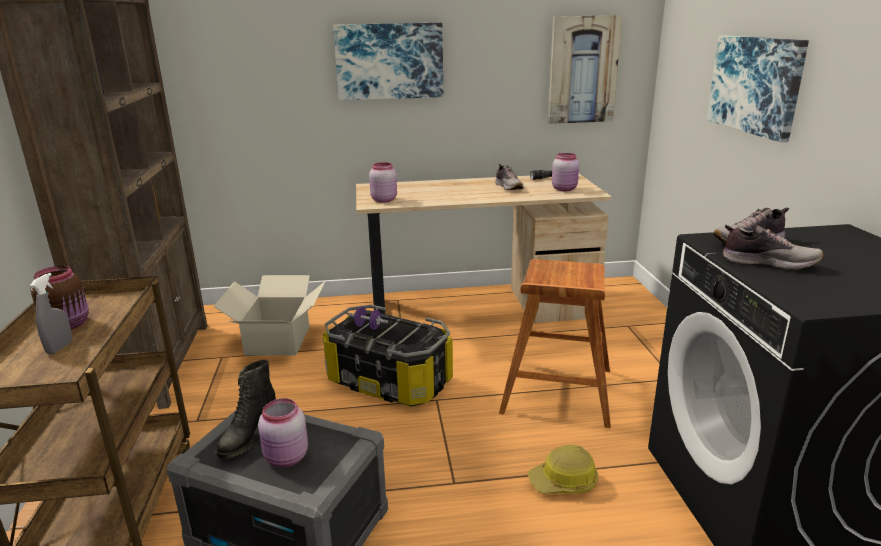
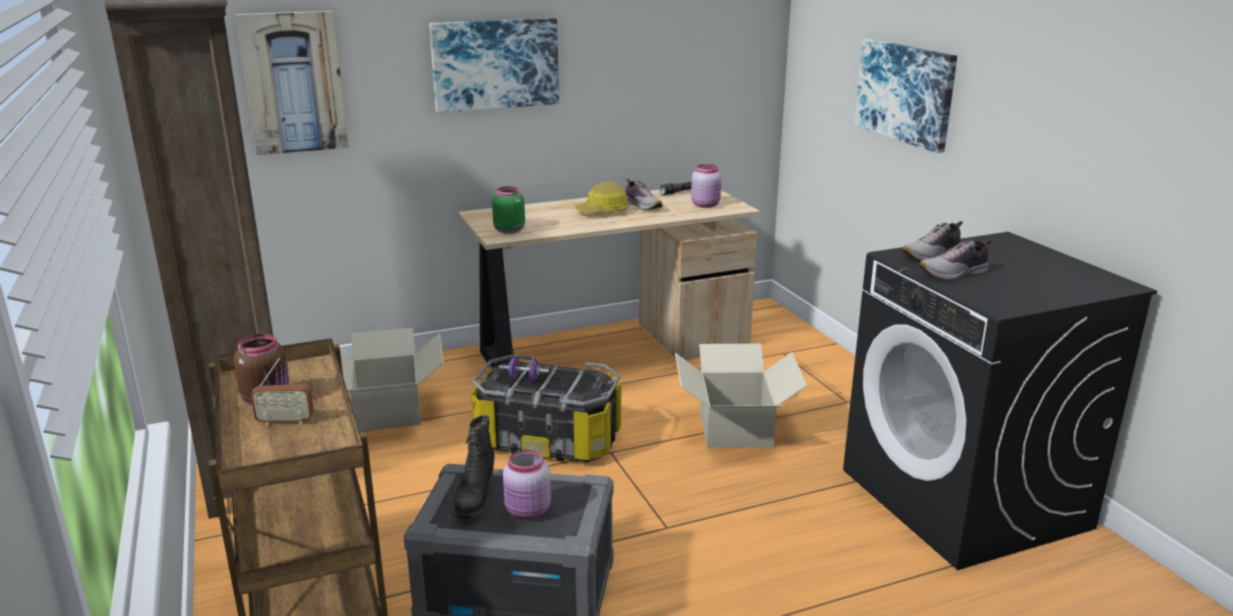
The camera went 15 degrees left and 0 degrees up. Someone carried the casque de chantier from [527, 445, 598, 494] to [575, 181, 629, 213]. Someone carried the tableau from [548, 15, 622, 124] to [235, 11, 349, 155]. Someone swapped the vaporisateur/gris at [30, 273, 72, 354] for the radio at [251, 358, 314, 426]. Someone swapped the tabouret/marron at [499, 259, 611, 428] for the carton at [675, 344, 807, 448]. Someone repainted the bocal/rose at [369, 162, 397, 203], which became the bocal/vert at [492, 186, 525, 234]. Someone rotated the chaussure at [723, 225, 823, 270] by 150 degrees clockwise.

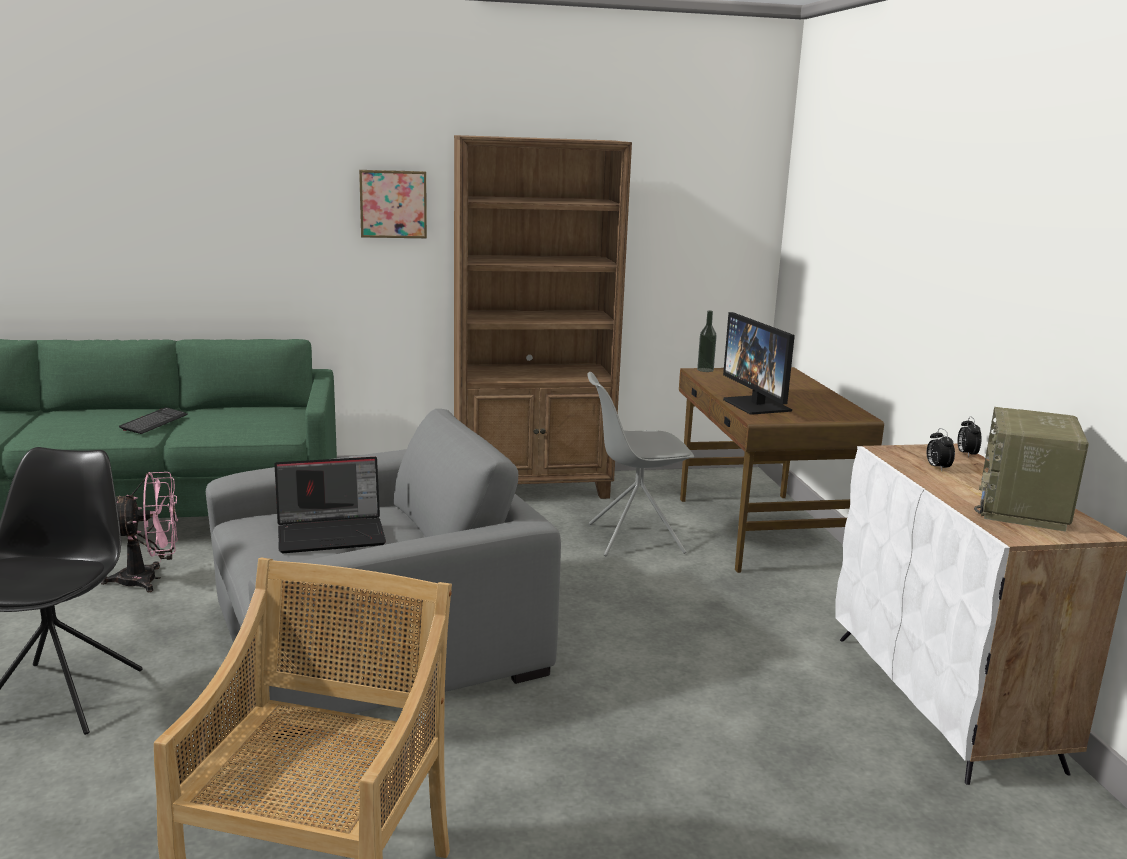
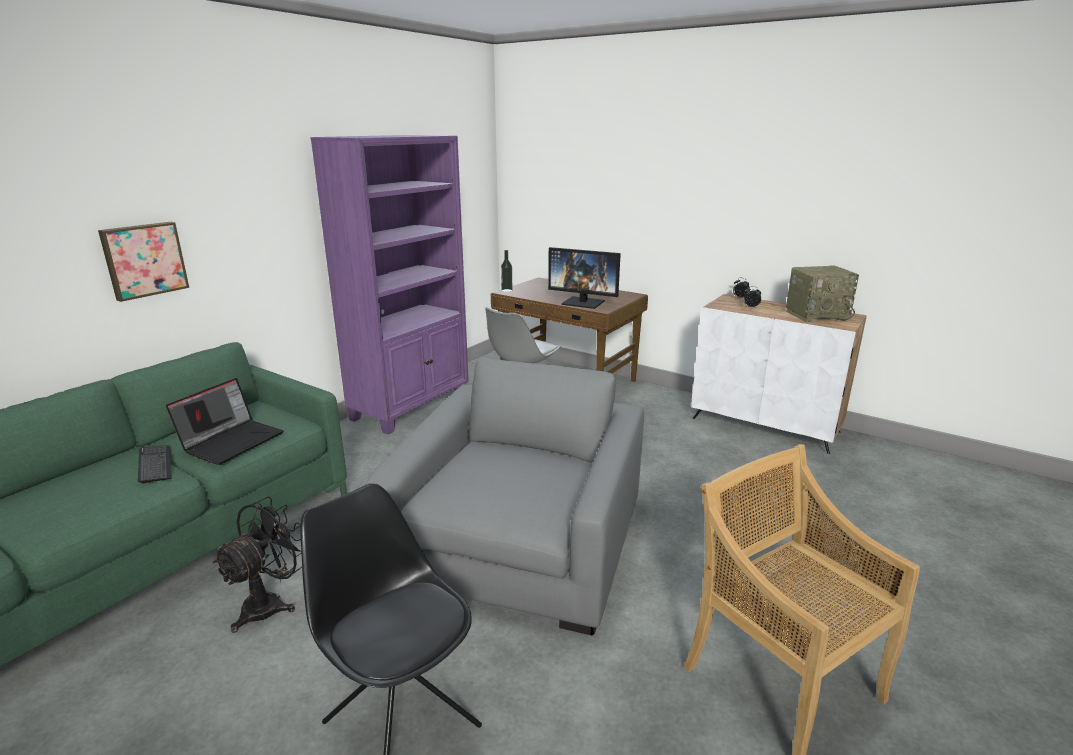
The camera went 45 degrees left and 5 degrees up. Someone carried the ordinateur portable from [274, 457, 386, 553] to [166, 378, 284, 465]. Someone carried the tableau from [359, 170, 427, 238] to [98, 222, 189, 302]. Someone repainted the ventilateur/rose at [101, 472, 178, 592], which became the ventilateur/noir at [213, 496, 302, 633]. Someone repainted the bibliothèque/marron at [454, 135, 632, 499], which became the bibliothèque/violet at [310, 135, 469, 434]. Someone rotated the radio at [974, 407, 1089, 532] by 75 degrees counterclockwise.

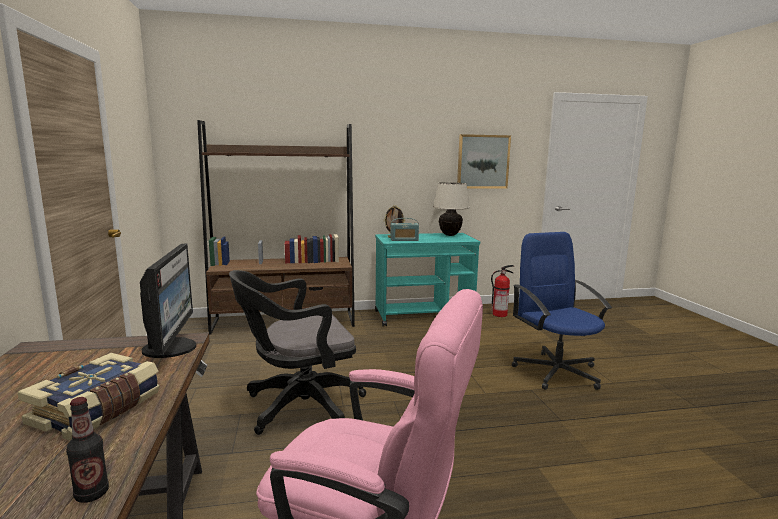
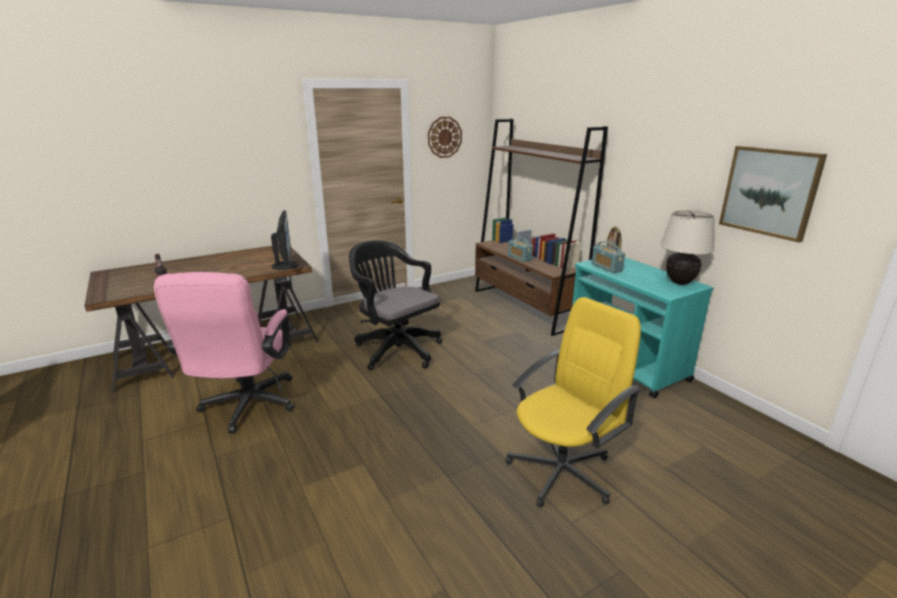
The camera went 70 degrees right and 10 degrees up. Someone took away the livre at [17, 353, 160, 441]. Someone took away the extincteur at [491, 265, 514, 317]. Someone put up the horloge murale at [428, 117, 462, 158]. Someone put down the radio at [508, 236, 533, 262]. Someone repainted the chaise de bureau/bleu at [512, 232, 612, 390], which became the chaise de bureau/jaune at [505, 297, 641, 508]. Someone rotated the écran d'ordinateur at [140, 244, 196, 358] by 75 degrees counterclockwise.

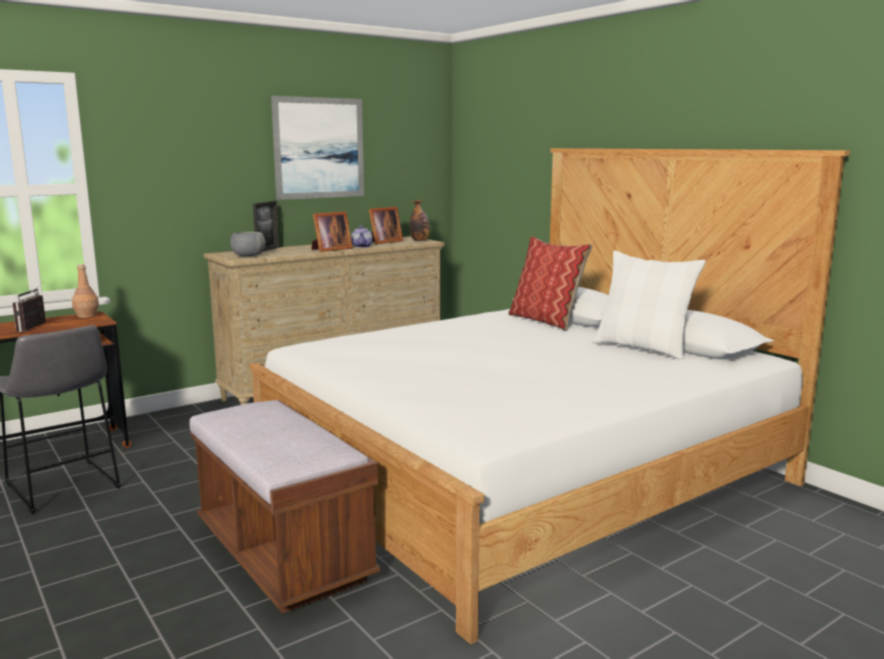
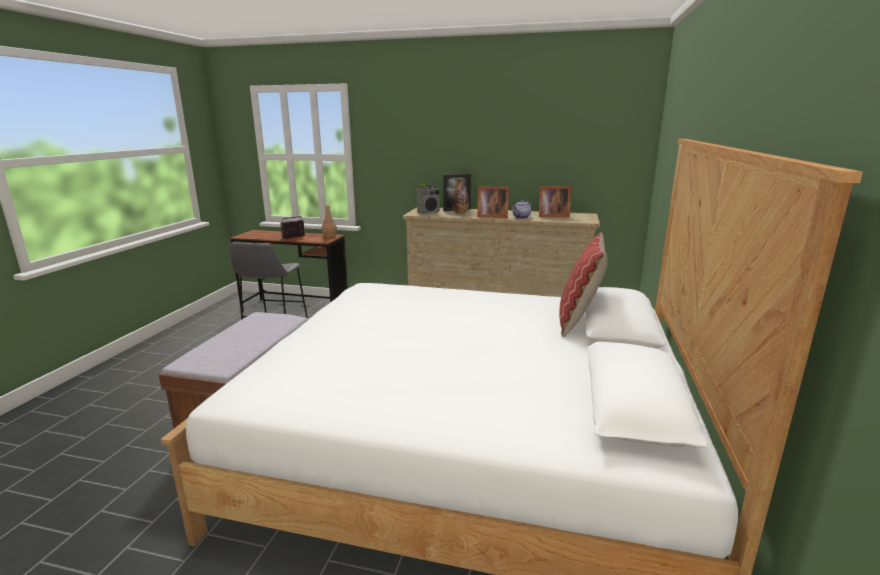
The camera went 50 degrees right and 5 degrees up. Someone took away the tableau at [271, 96, 364, 200]. Someone took away the coussin/blanc at [593, 251, 706, 360]. Someone carried the bouteille from [410, 200, 430, 241] to [452, 179, 469, 214]. Someone swapped the bol/gris at [230, 232, 266, 257] for the radio at [417, 184, 440, 214].

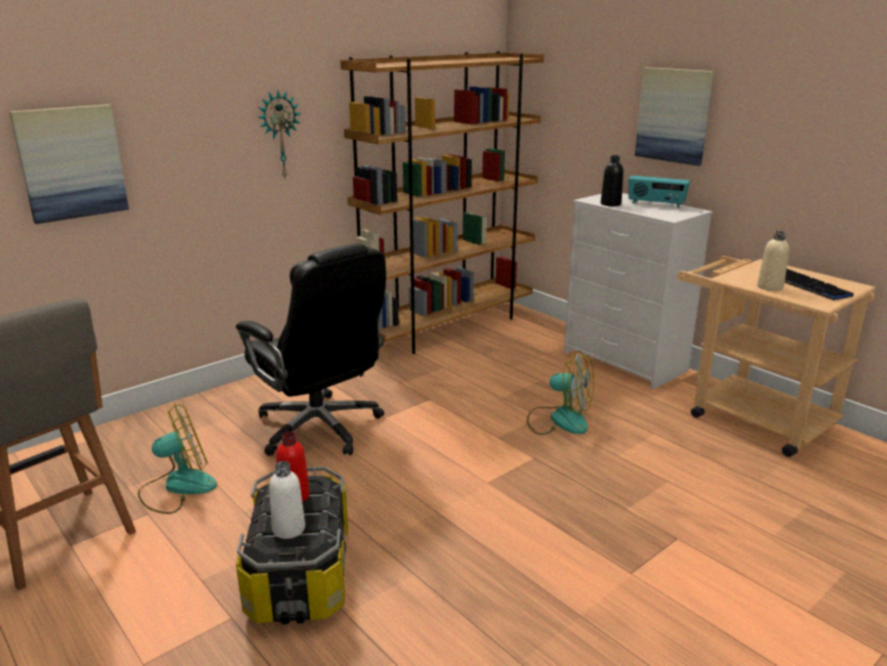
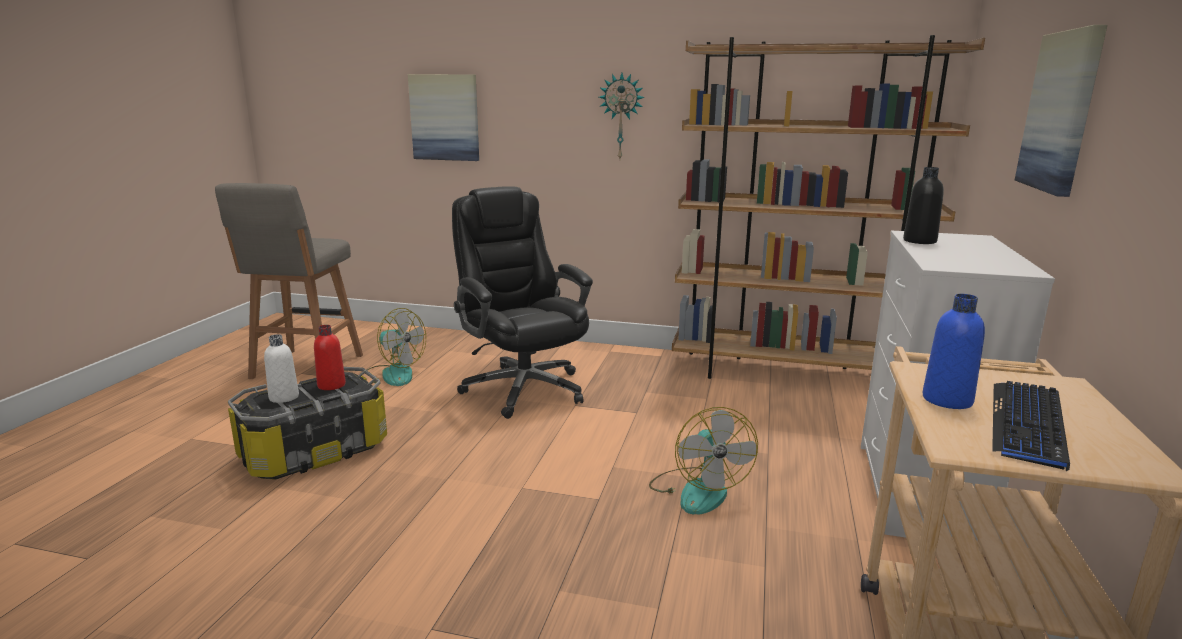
The camera went 55 degrees right and 5 degrees down. Someone took away the radio at [628, 175, 690, 208]. Someone repainted the bouteille/beige at [757, 231, 789, 291], which became the bouteille/bleu at [922, 294, 985, 409]. Someone rotated the chaise de bureau/noir at [236, 243, 386, 456] by 135 degrees clockwise.

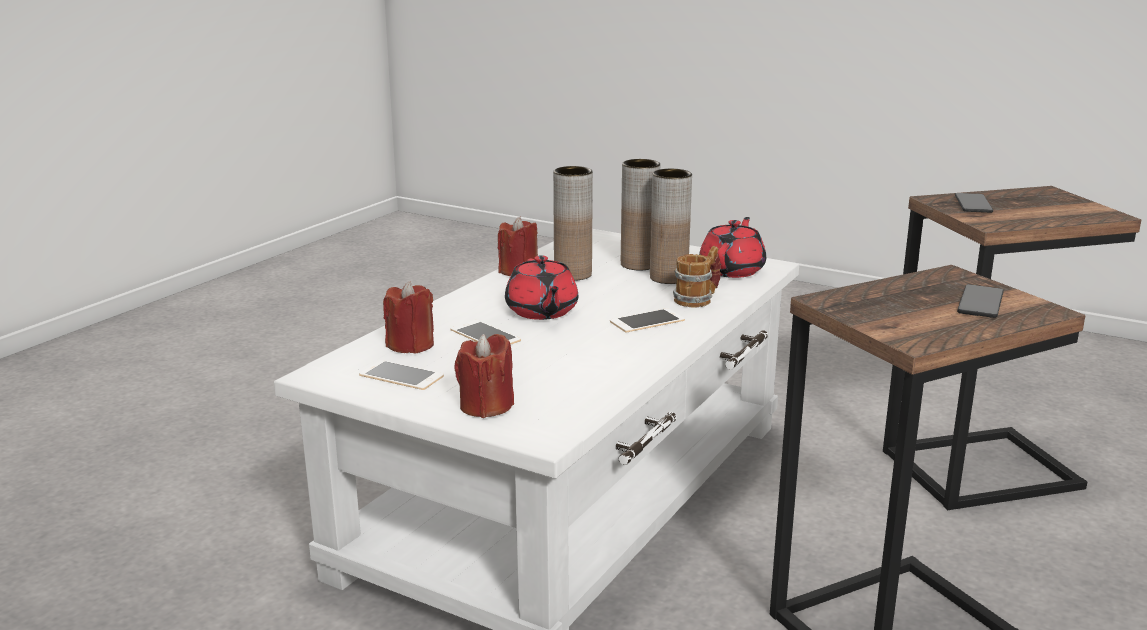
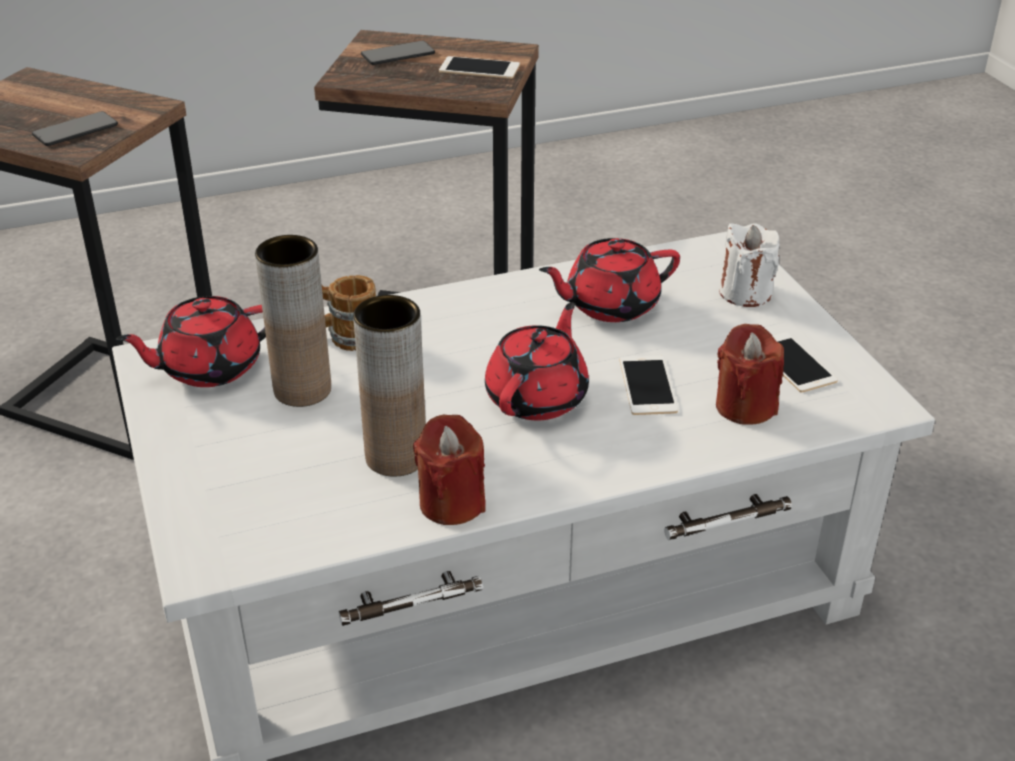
The camera went 140 degrees left and 15 degrees up. Someone took away the vase/marron at [621, 159, 660, 270]. Someone put down the théière/rouge at [539, 238, 680, 322]. Someone carried the téléphone from [610, 308, 685, 333] to [439, 56, 520, 79]. Someone repainted the bougie/rouge at [454, 334, 514, 418], which became the bougie/blanc at [719, 223, 780, 307].

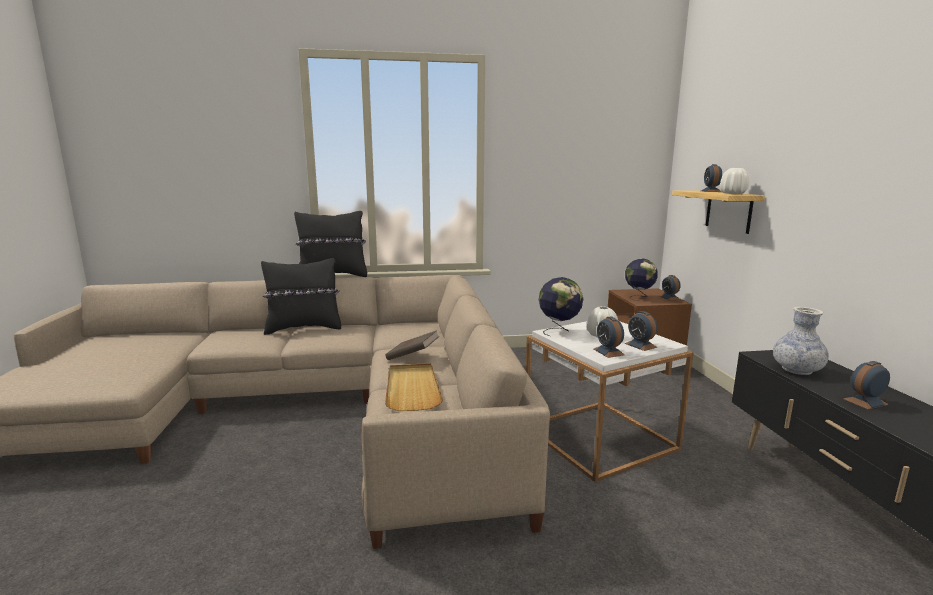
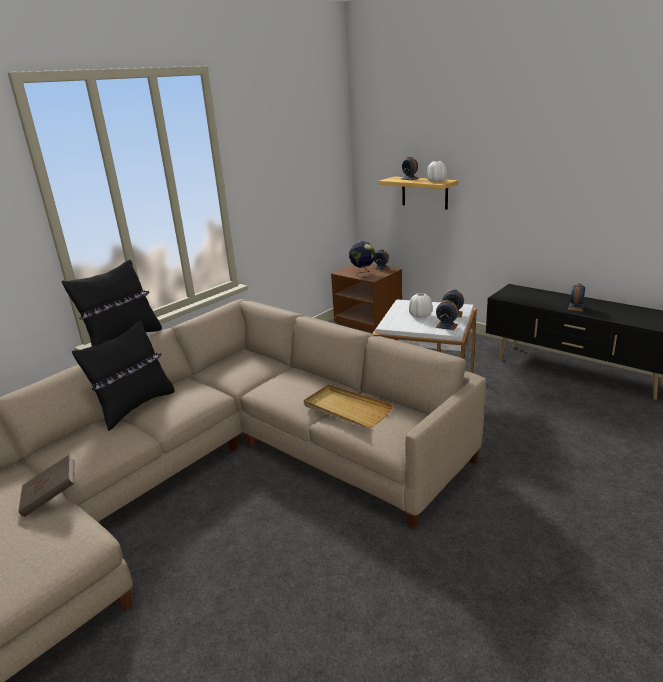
The camera went 40 degrees left and 10 degrees up. Someone took away the globe at [538, 277, 583, 336]. Someone took away the vase at [773, 306, 829, 375]. Someone carried the livre/marron from [385, 330, 439, 360] to [18, 455, 74, 517].

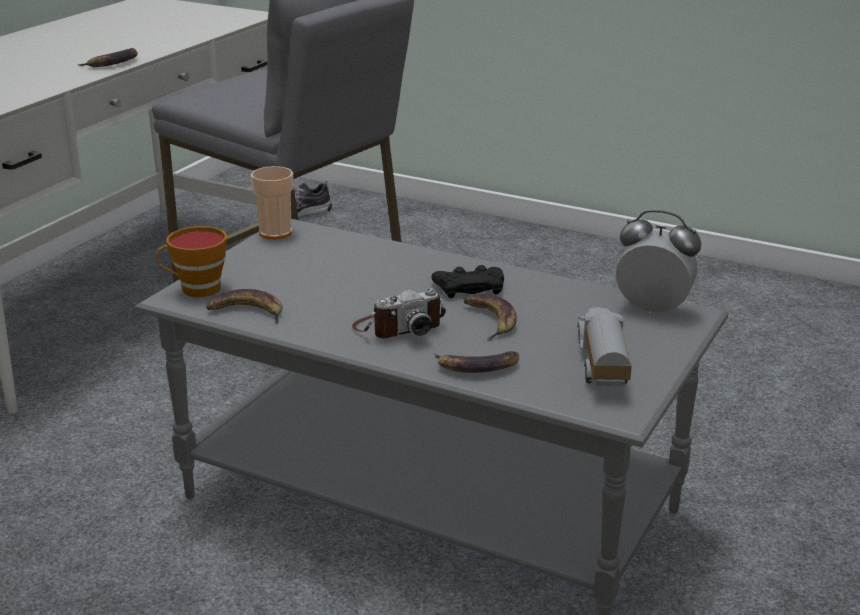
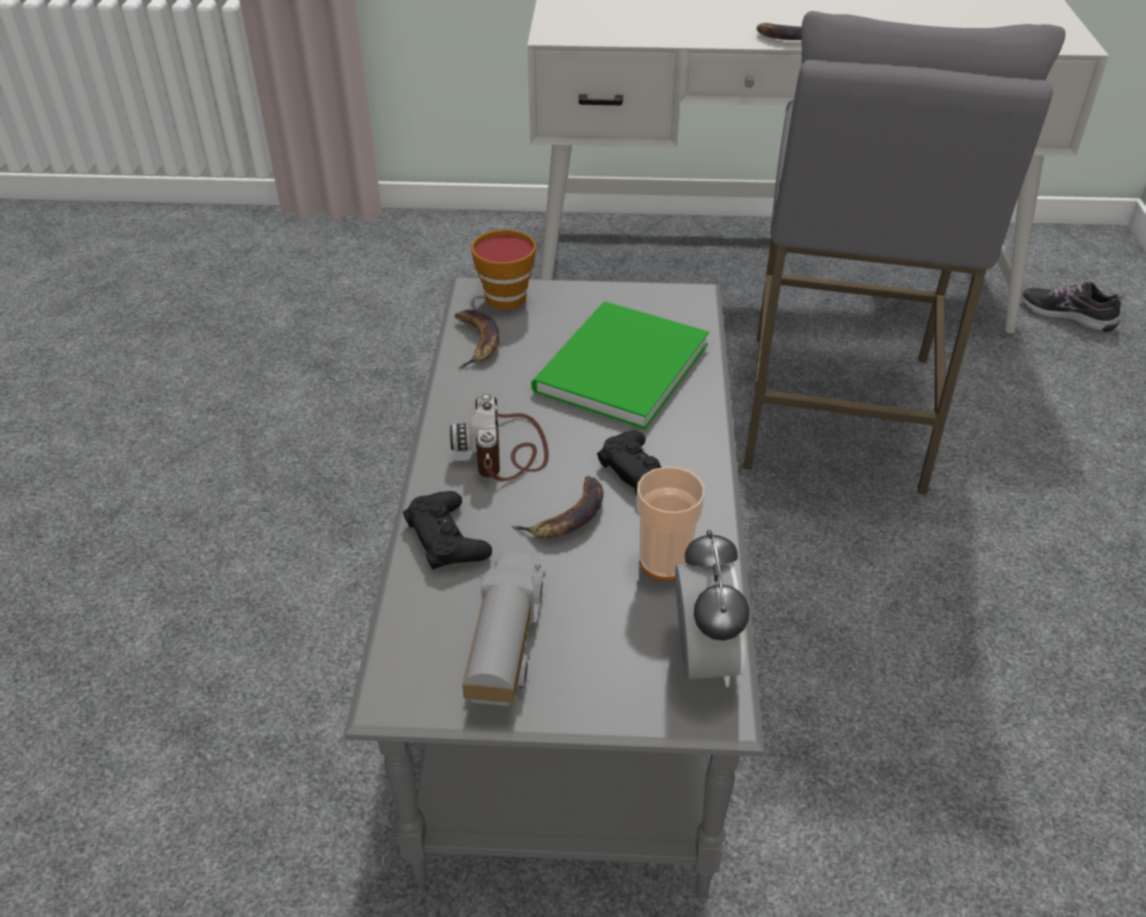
The camera went 65 degrees right and 15 degrees up. Someone put down the livre/vert at [531, 301, 709, 429]. Someone carried the tasse from [251, 166, 293, 239] to [637, 467, 705, 580]. Someone swapped the banane at [435, 351, 519, 373] for the manette/noir at [403, 491, 492, 570]. Someone rotated the appareil photo at [352, 289, 446, 338] by 45 degrees clockwise. Someone rotated the camion jouet at [577, 307, 632, 386] by 60 degrees counterclockwise.

